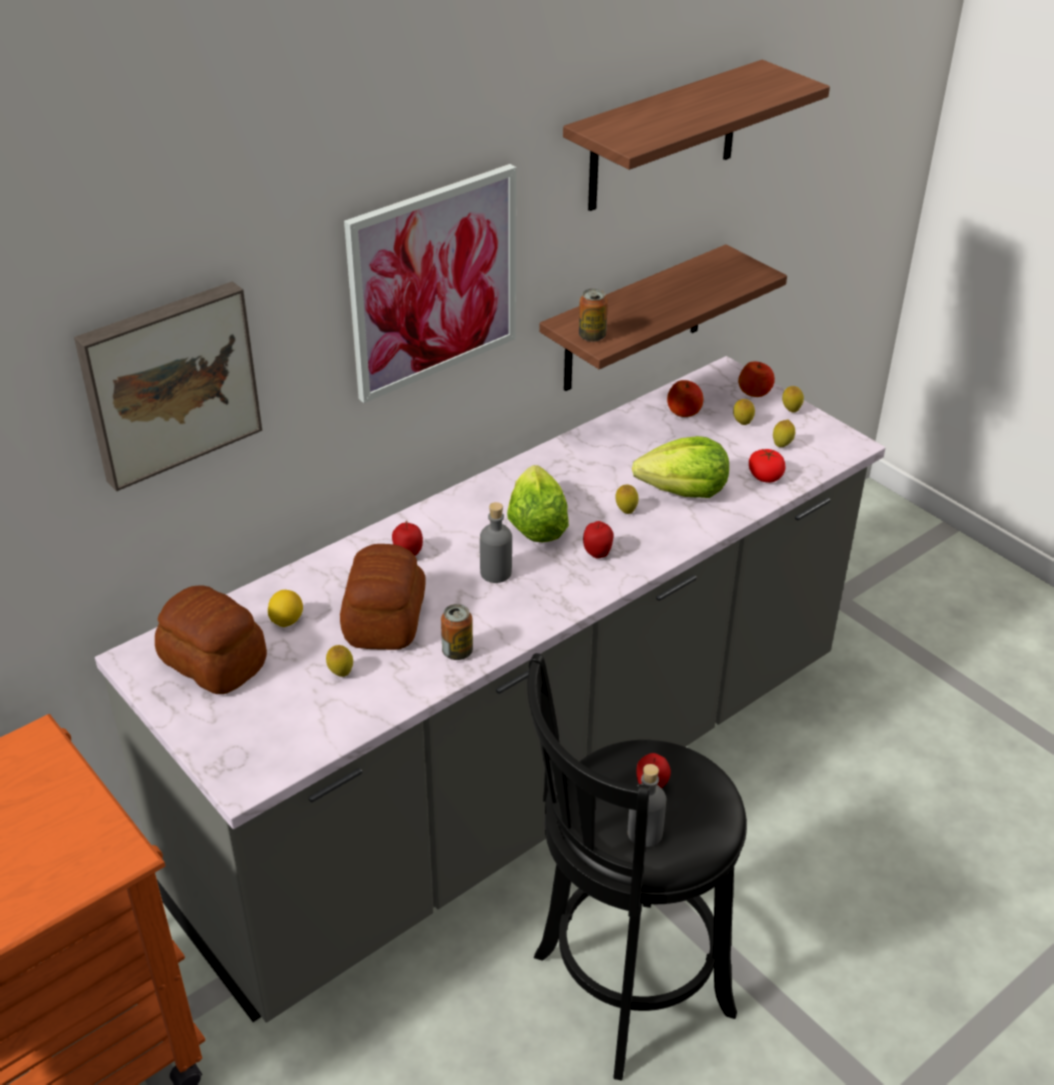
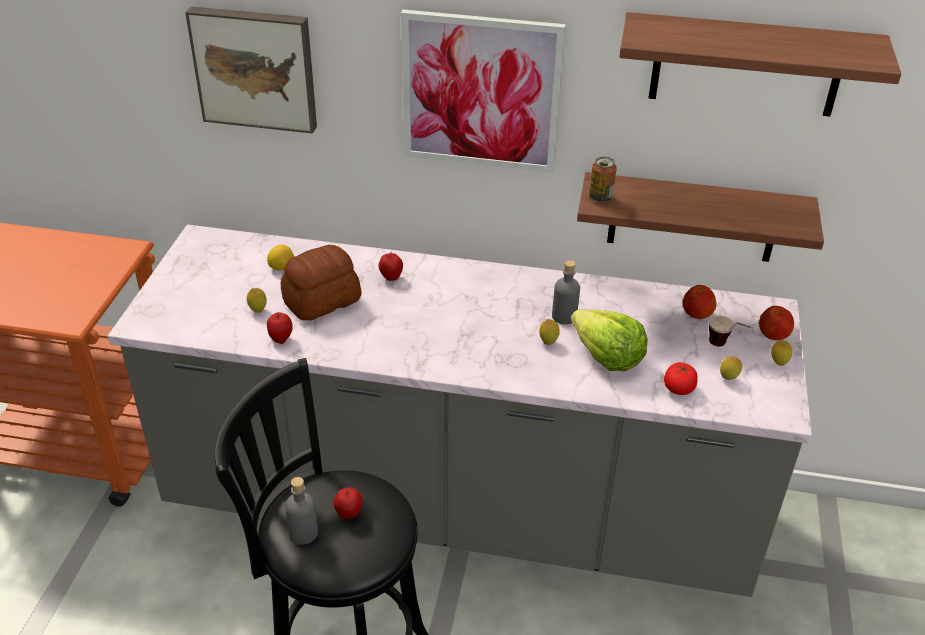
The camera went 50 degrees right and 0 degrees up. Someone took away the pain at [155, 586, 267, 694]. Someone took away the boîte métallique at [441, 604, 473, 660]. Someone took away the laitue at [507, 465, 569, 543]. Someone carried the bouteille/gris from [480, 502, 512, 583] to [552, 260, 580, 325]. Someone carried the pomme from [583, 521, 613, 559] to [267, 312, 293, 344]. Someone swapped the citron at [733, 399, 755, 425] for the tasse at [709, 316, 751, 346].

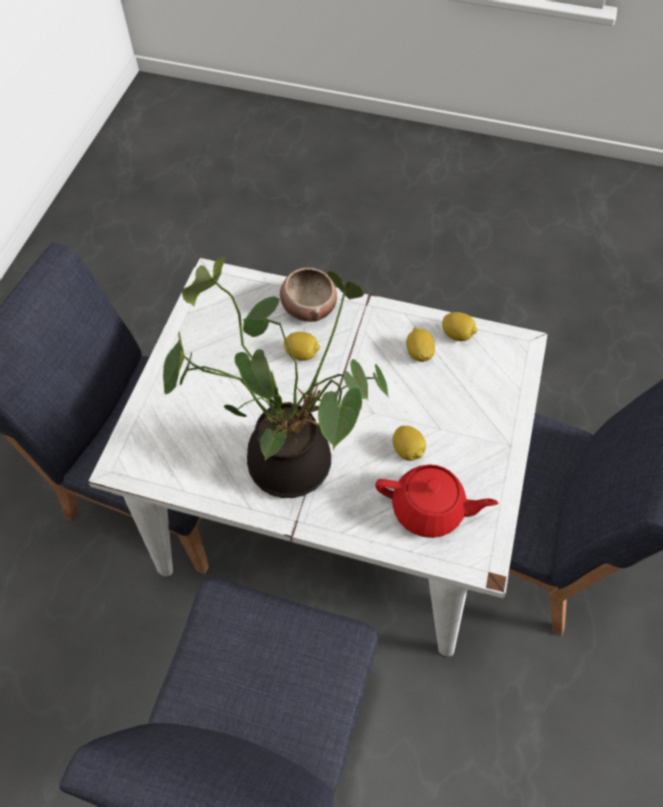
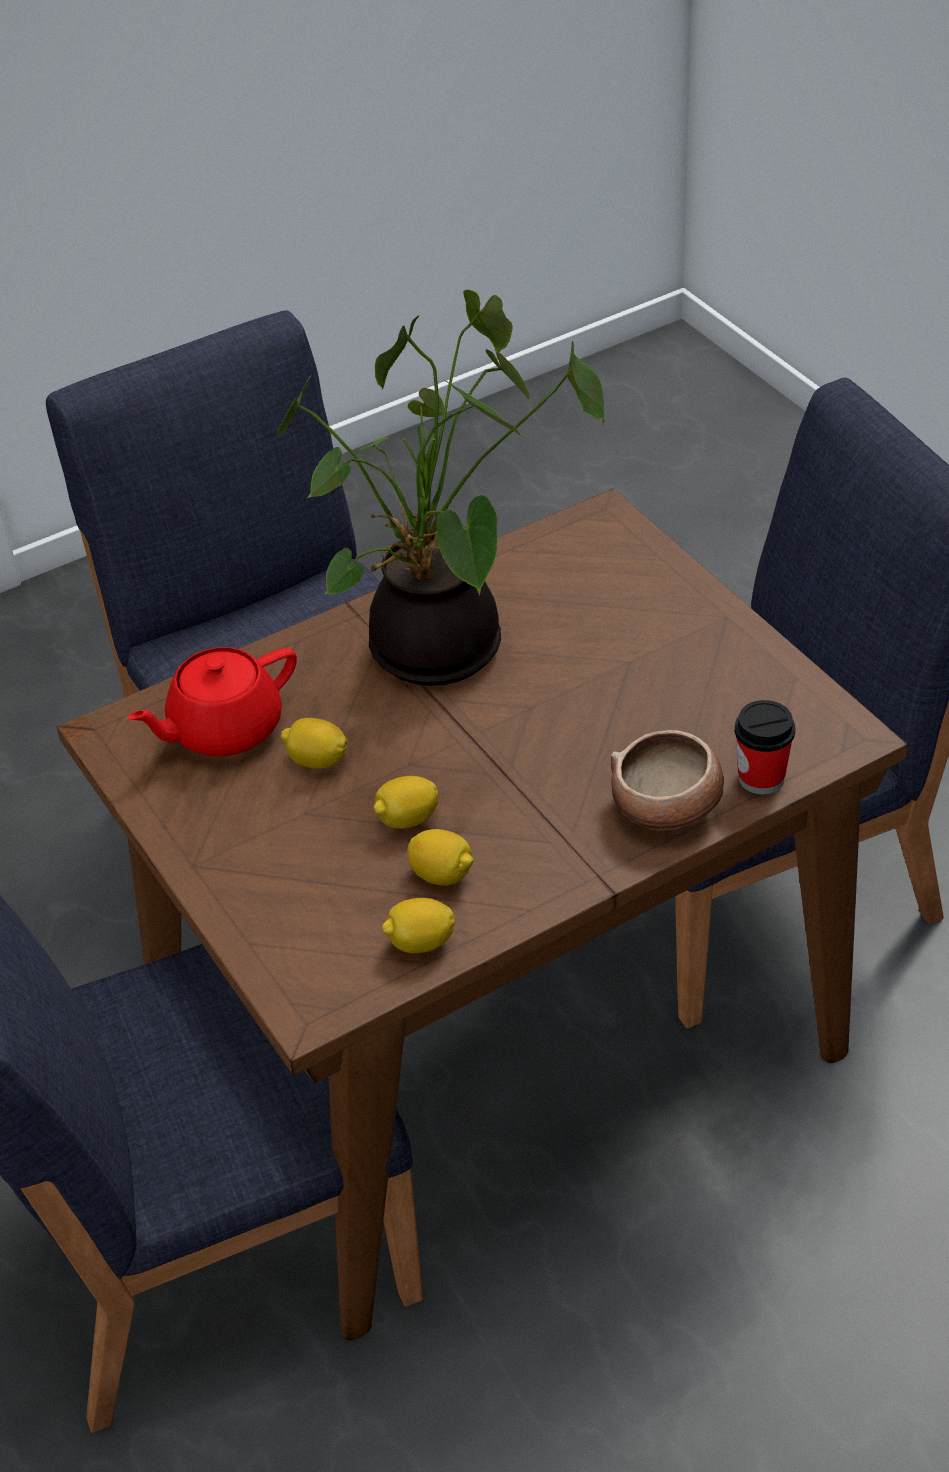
The camera went 135 degrees right and 15 degrees down. Someone put down the tasse at [735, 700, 795, 795]. Someone carried the citron from [284, 332, 320, 361] to [374, 776, 438, 829]. Someone repainted the table à manger/blanc at [88, 257, 548, 657], which became the table à manger/marron at [56, 489, 909, 1340].

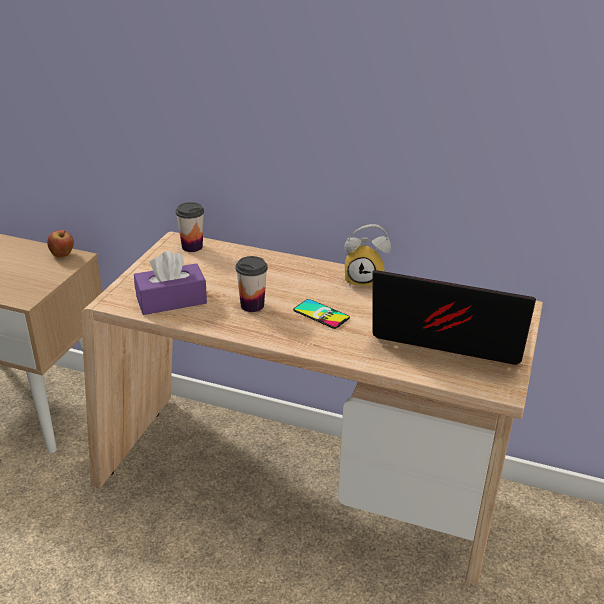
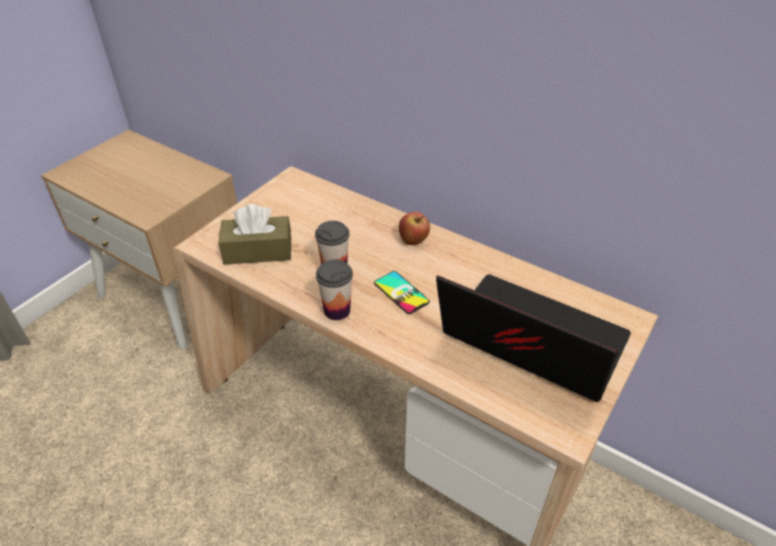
The camera went 15 degrees right and 10 degrees up. Someone took away the réveil at [345, 224, 391, 287]. Someone carried the pomme from [47, 230, 74, 258] to [399, 212, 430, 245]. Someone carried the tasse from [176, 202, 204, 252] to [316, 259, 353, 320]. Someone repainted the boîte à mouchoirs/violet at [134, 251, 207, 315], which became the boîte à mouchoirs/marron at [218, 204, 291, 265].

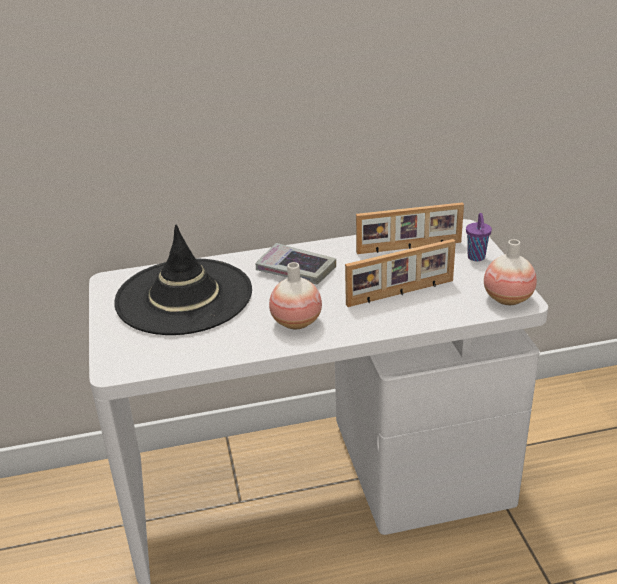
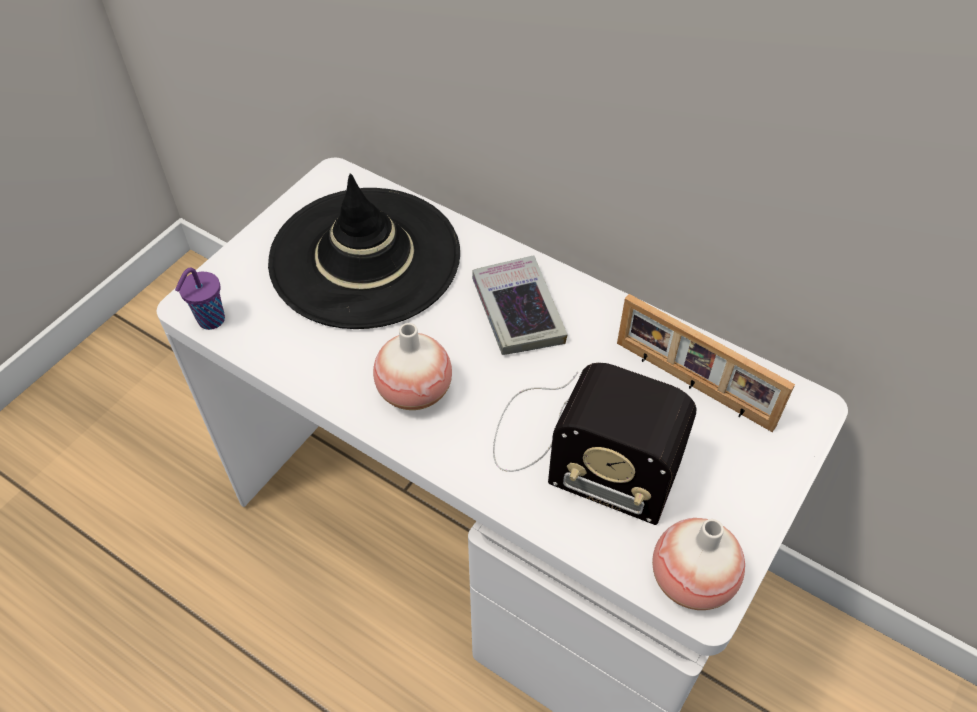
The camera went 45 degrees right and 20 degrees up. Someone carried the tasse/violet from [466, 213, 492, 261] to [175, 268, 225, 330]. Someone swapped the cadre photo at [345, 239, 456, 307] for the radio at [493, 363, 696, 525].

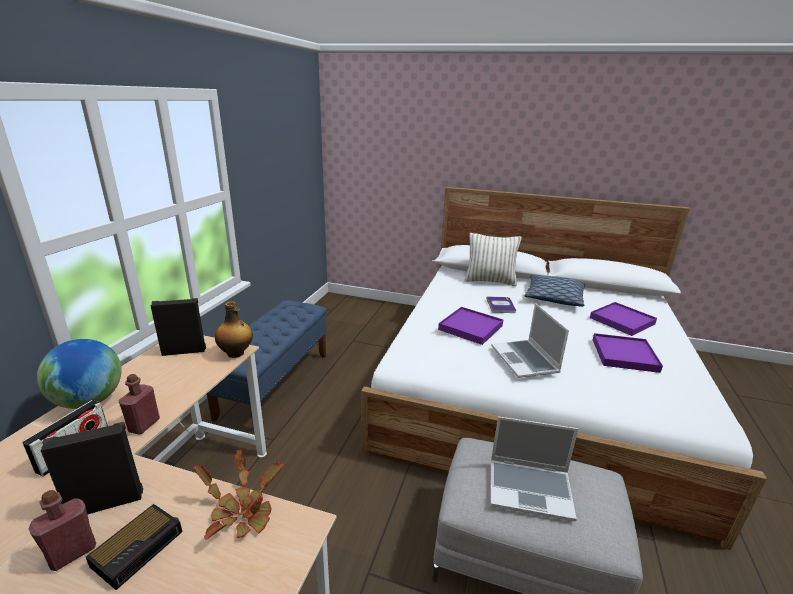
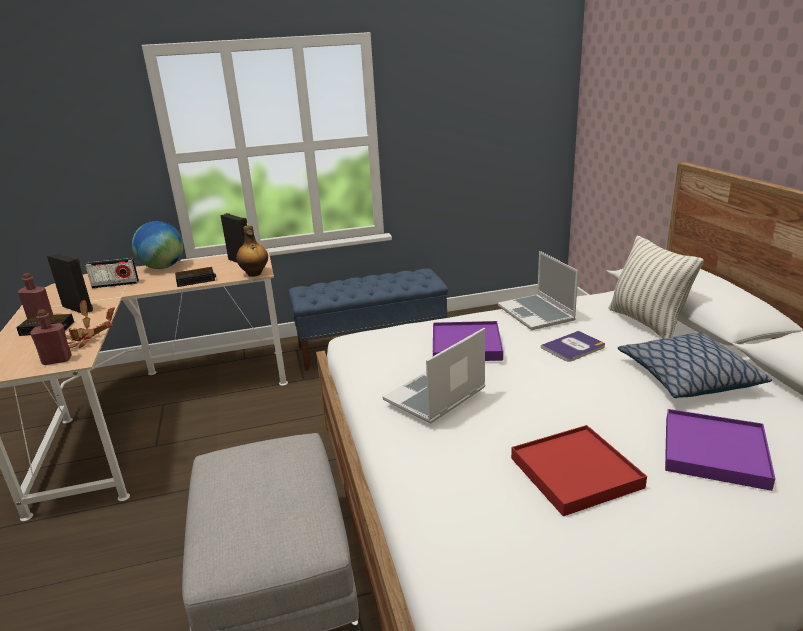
The camera went 60 degrees right and 0 degrees up. Someone put down the réveil at [175, 267, 216, 287]. Someone carried the bouteille/rouge from [119, 374, 160, 434] to [30, 309, 72, 365]. Someone carried the ordinateur portable from [491, 416, 578, 521] to [498, 251, 579, 330]. Someone repainted the plateau/violet at [593, 333, 663, 373], which became the plateau/rouge at [511, 425, 647, 516].

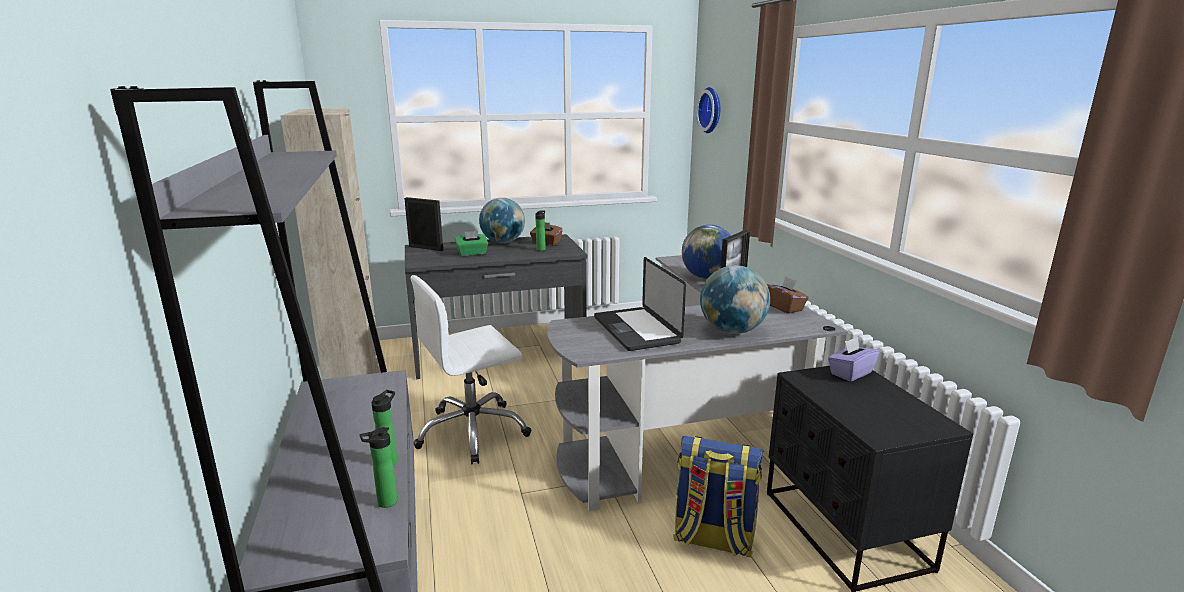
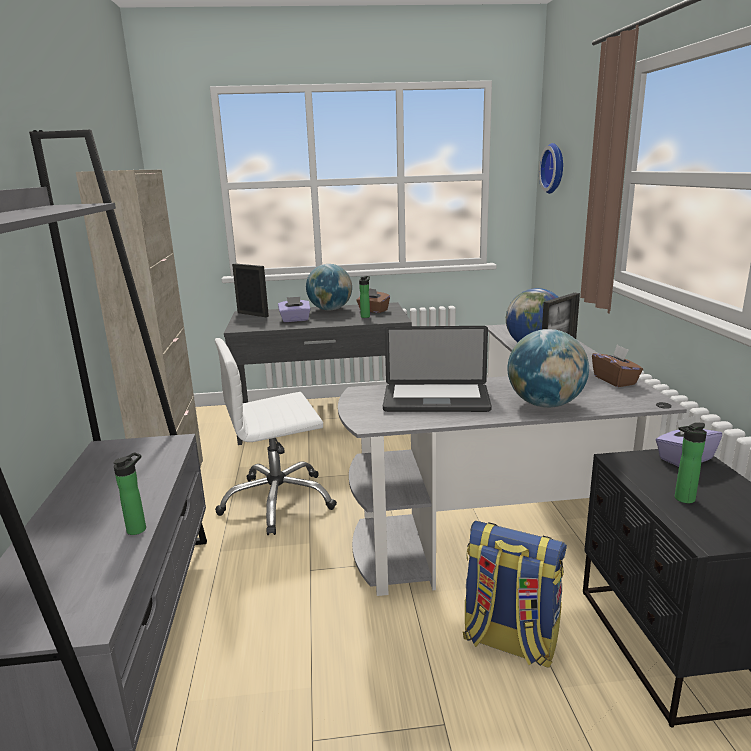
The camera went 10 degrees right and 0 degrees up. Someone carried the bouteille from [360, 427, 397, 508] to [675, 422, 707, 503]. Someone repainted the boîte à mouchoirs/vert at [455, 231, 488, 256], which became the boîte à mouchoirs/violet at [278, 297, 311, 322]. Someone rotated the ordinateur portable at [594, 257, 686, 351] by 75 degrees counterclockwise.

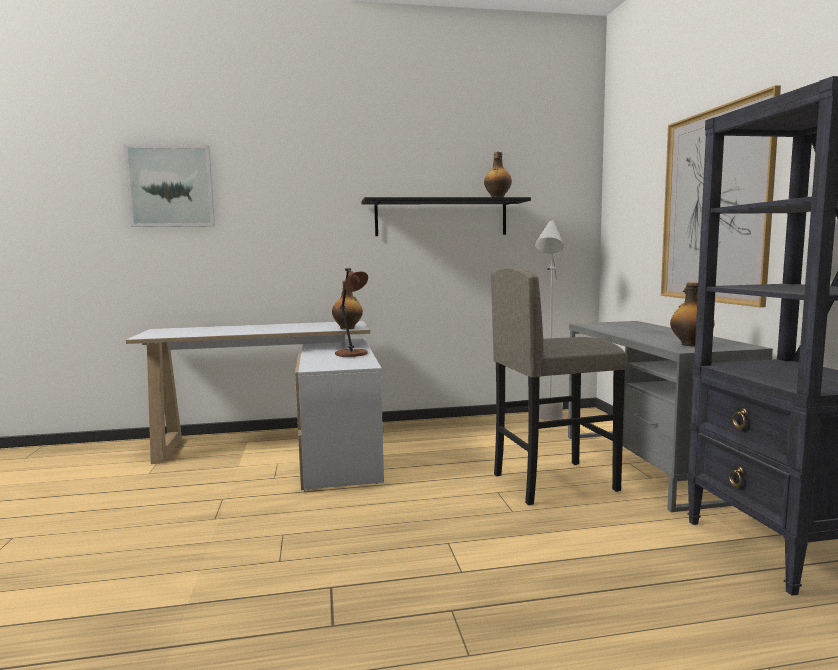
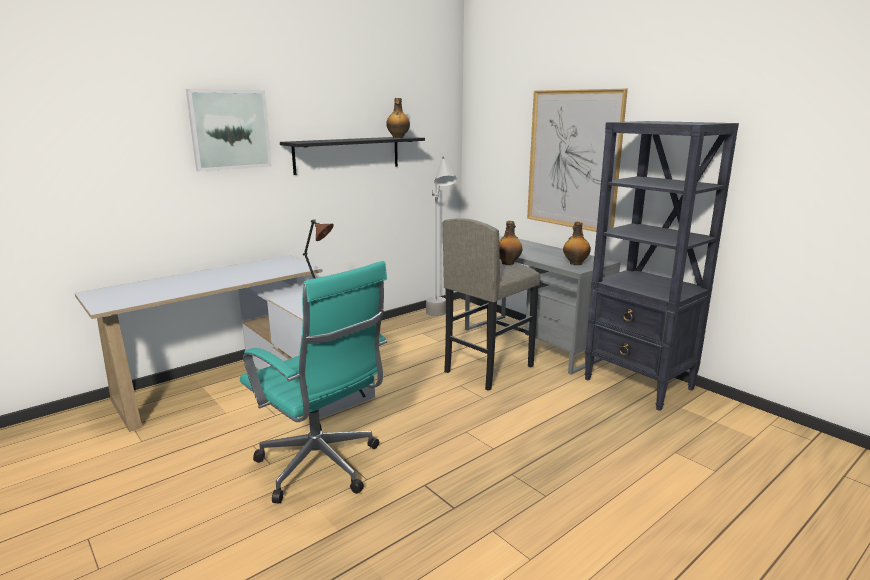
The camera went 30 degrees left and 10 degrees up. Someone put down the chaise de bureau/turquoise at [240, 261, 387, 503]. Someone carried the tableau from [124, 144, 215, 227] to [186, 89, 272, 172]. Someone carried the bouteille from [332, 281, 363, 330] to [499, 221, 523, 265].

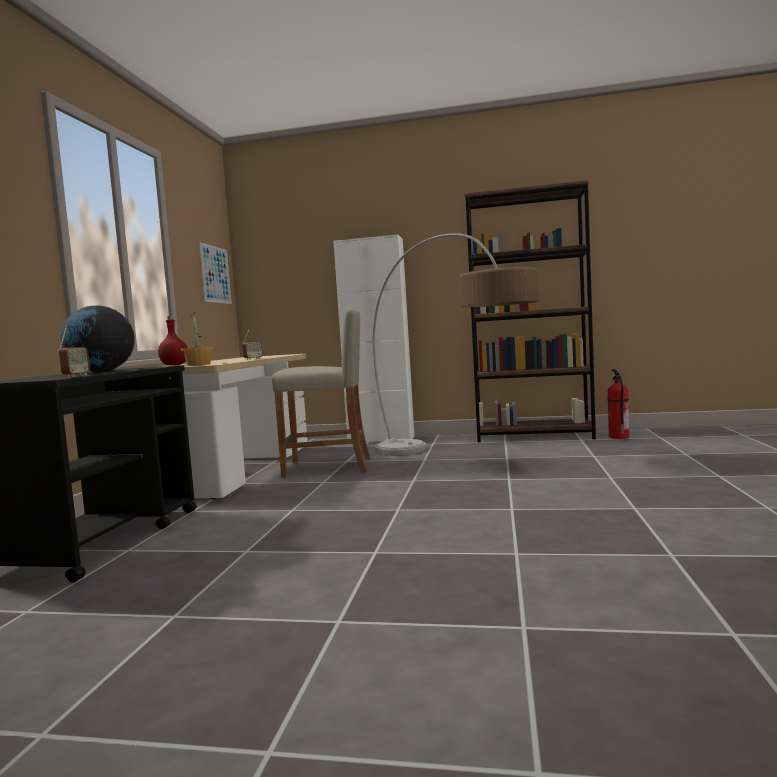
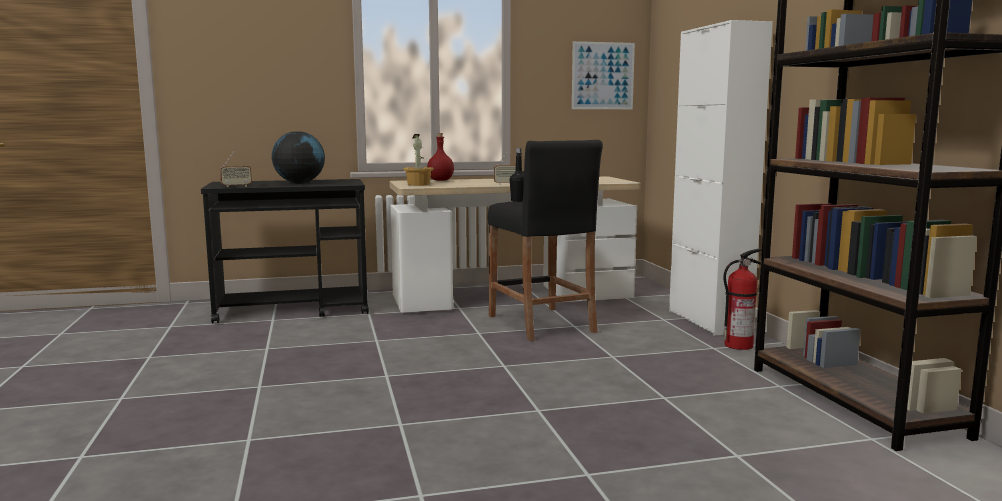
The camera went 65 degrees right and 5 degrees up. Someone took away the lampadaire at [372, 233, 539, 456]. Someone put down the bouteille/noir at [510, 148, 524, 202]. Someone carried the extincteur from [607, 369, 629, 439] to [723, 249, 762, 350]. Someone repainted the tabouret/beige at [272, 308, 370, 477], which became the tabouret/noir at [488, 140, 603, 341].

